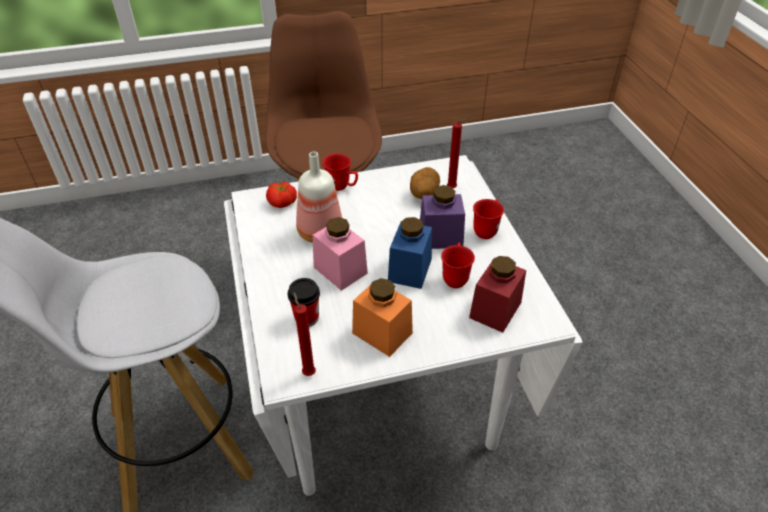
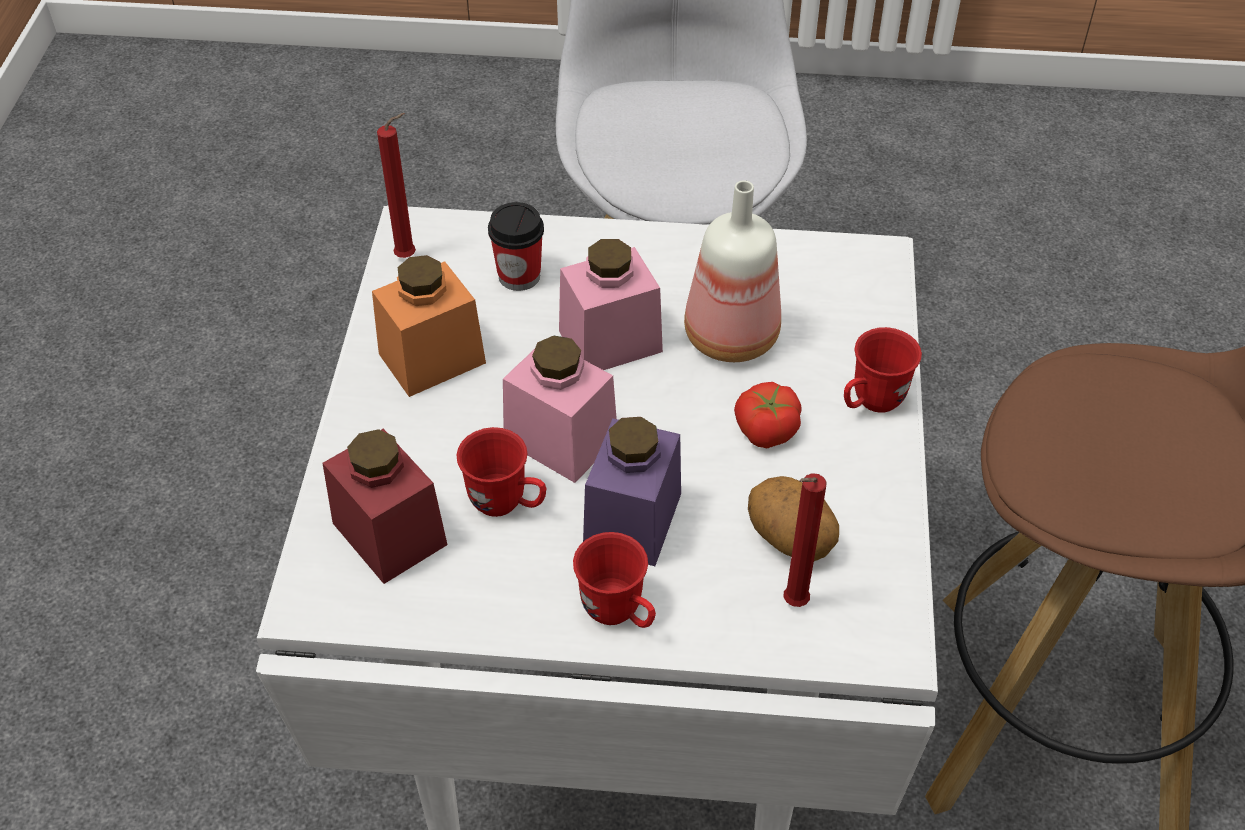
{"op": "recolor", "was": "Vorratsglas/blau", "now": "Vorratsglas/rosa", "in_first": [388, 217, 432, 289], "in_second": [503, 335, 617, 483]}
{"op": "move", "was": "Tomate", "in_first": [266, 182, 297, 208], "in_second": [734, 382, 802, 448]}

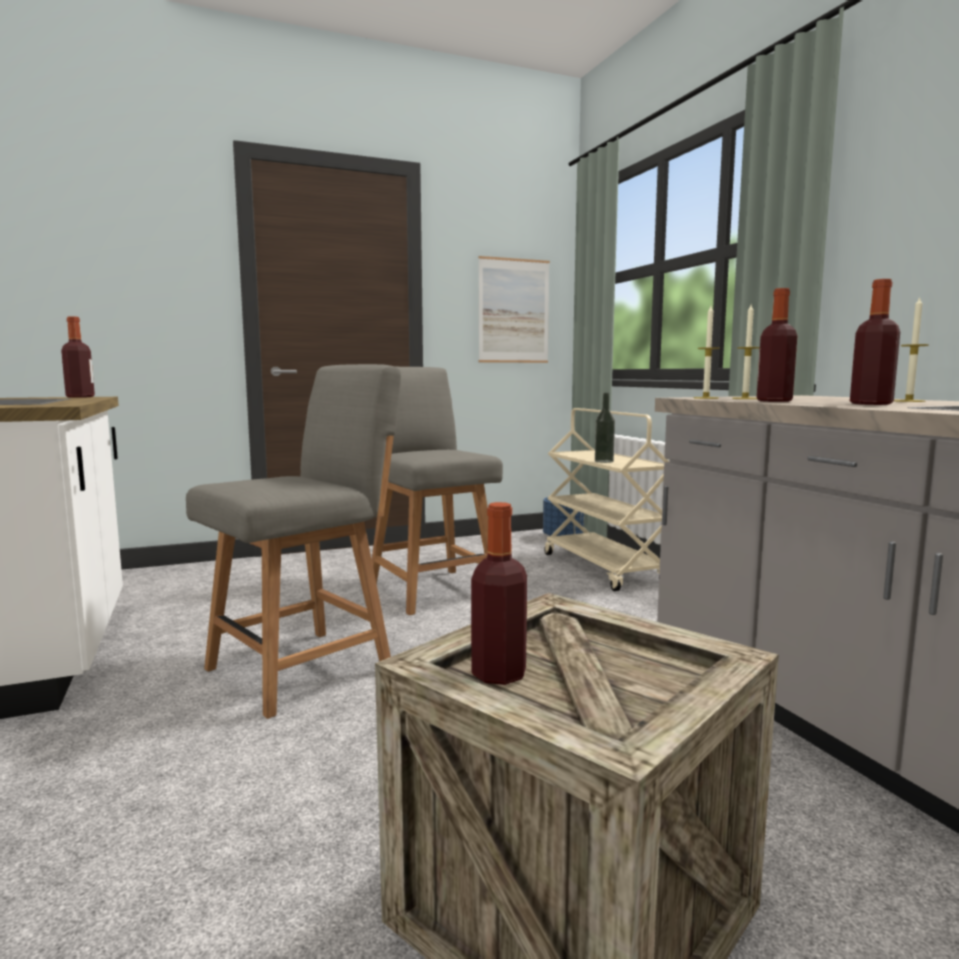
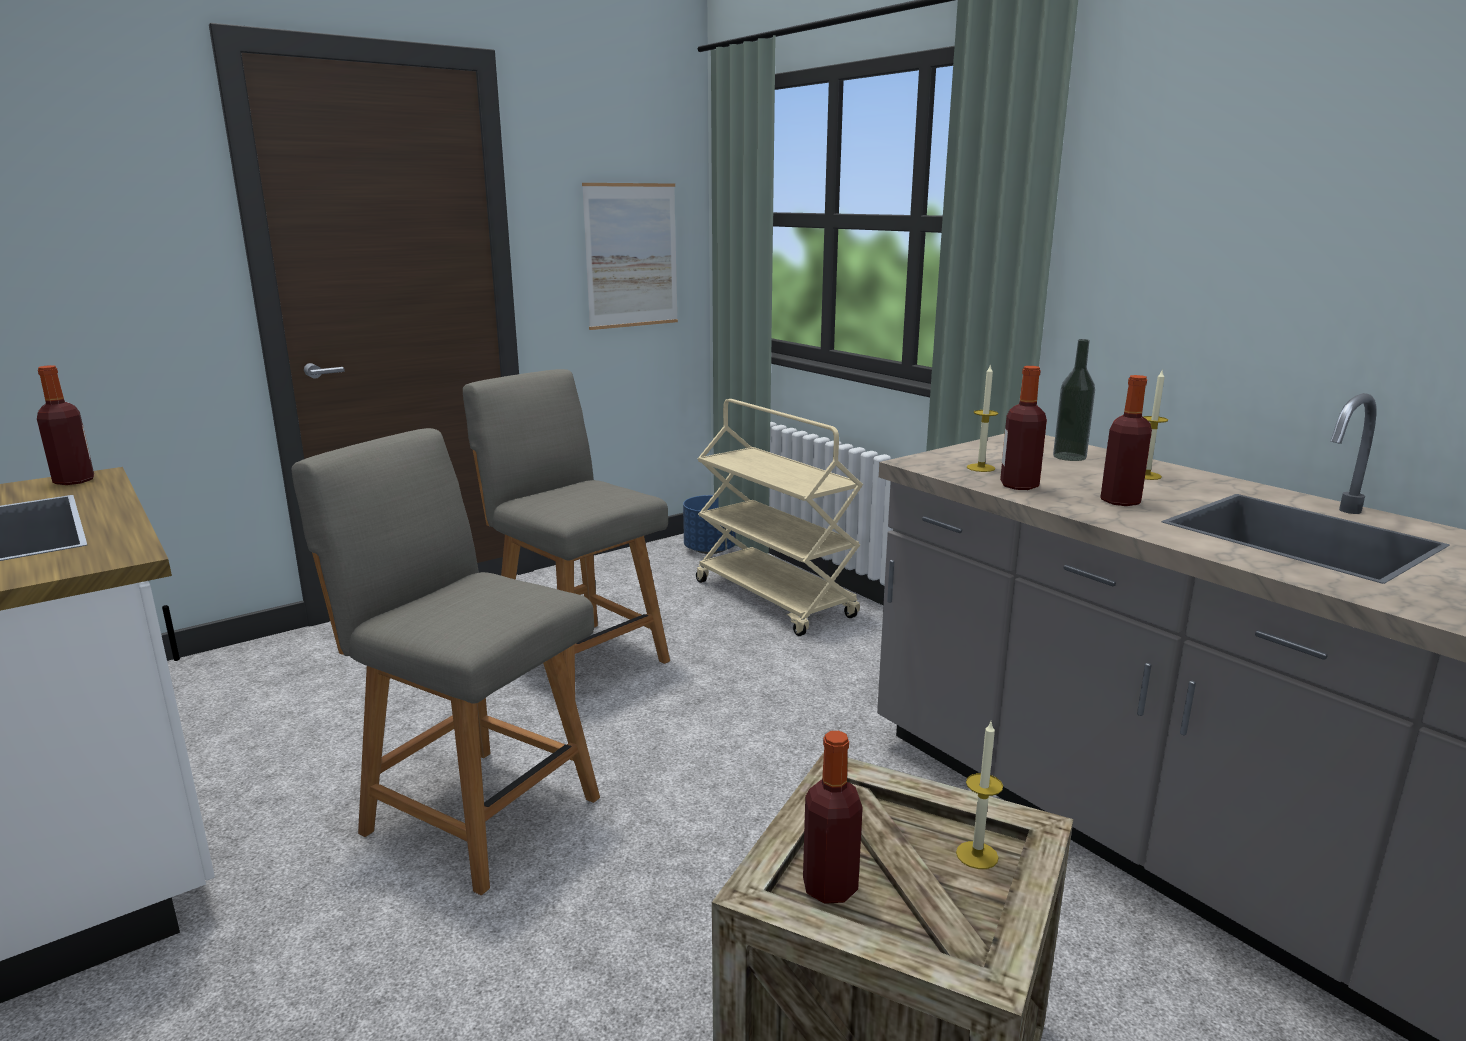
{"op": "rotate", "was": "Stuhl/grau", "in_first": [186, 364, 401, 719], "in_second": [292, 428, 600, 895], "clockwise": -90}
{"op": "move", "was": "Kerze", "in_first": [693, 306, 720, 399], "in_second": [956, 722, 1003, 869]}
{"op": "move", "was": "Flasche", "in_first": [595, 393, 615, 463], "in_second": [1053, 339, 1095, 461]}

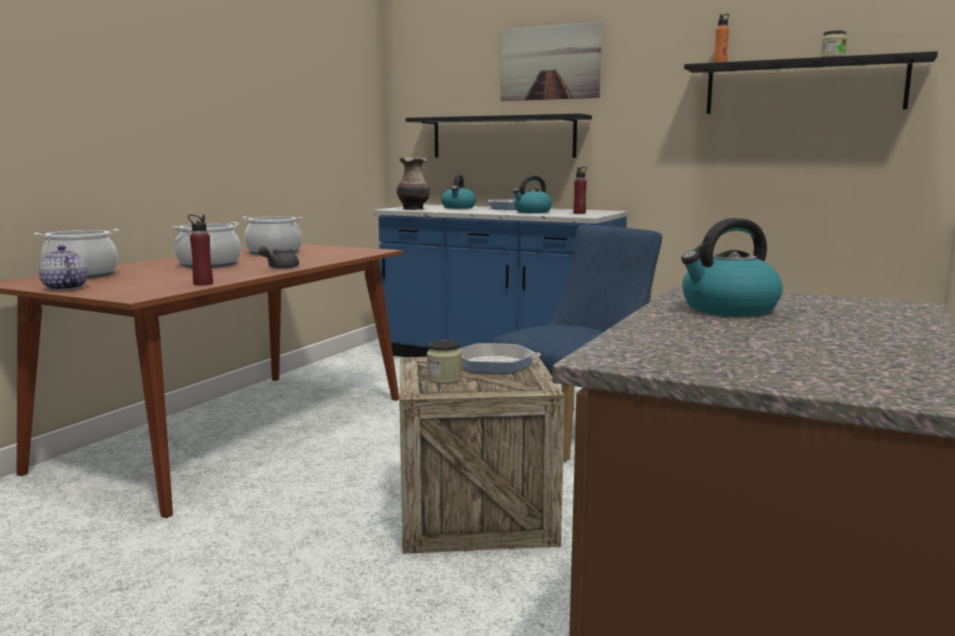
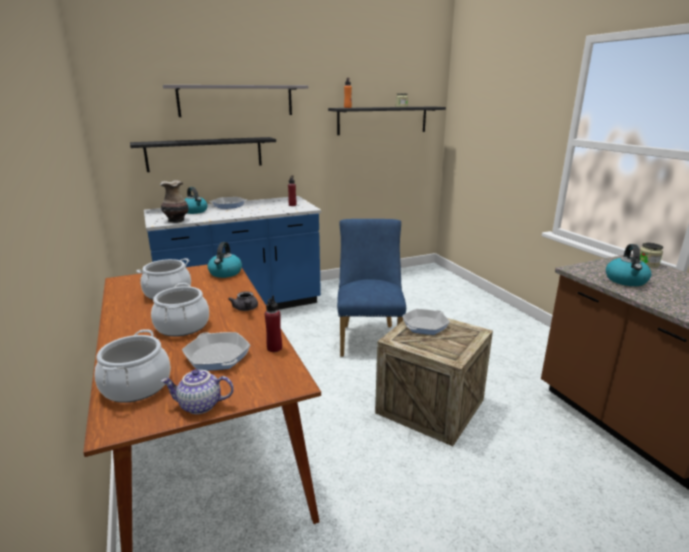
{"op": "replace", "was": "Bild", "now": "Wandregal/grau", "in_first": [501, 22, 602, 101], "in_second": [163, 85, 308, 117]}
{"op": "insert", "now": "Pfanne", "in_second": [182, 332, 250, 371]}
{"op": "move", "was": "Wasserkessel", "in_first": [513, 176, 552, 213], "in_second": [208, 242, 242, 278]}
{"op": "move", "was": "Vorratsglas", "in_first": [427, 340, 462, 384], "in_second": [640, 243, 663, 268]}

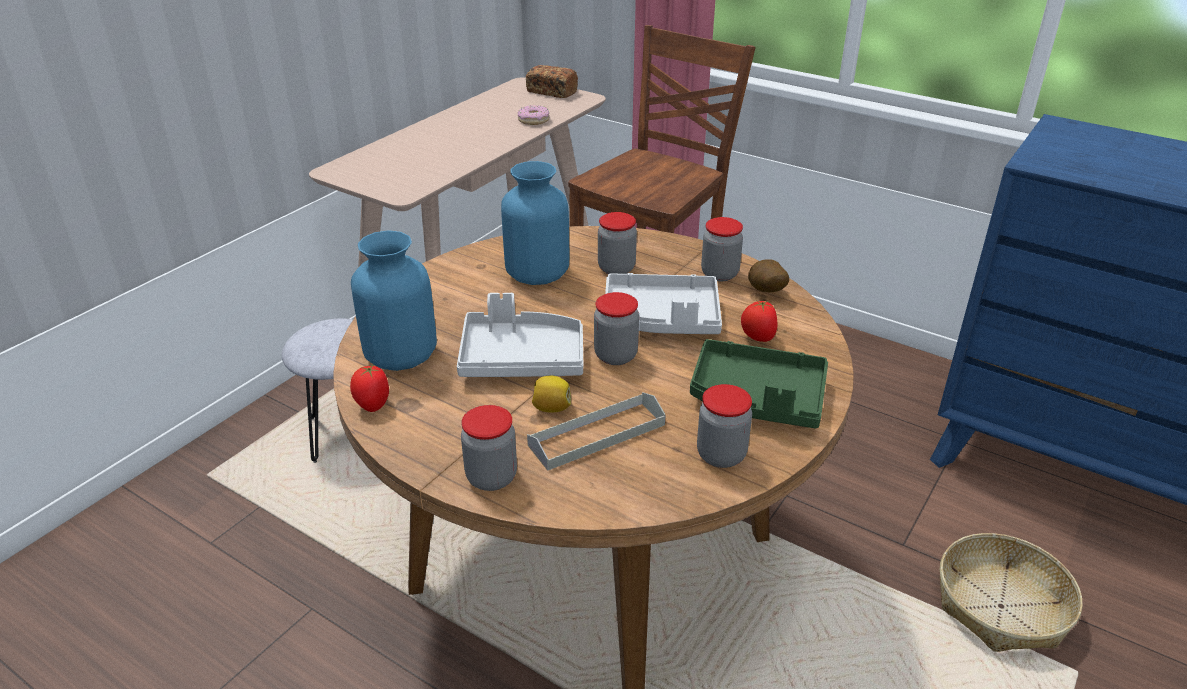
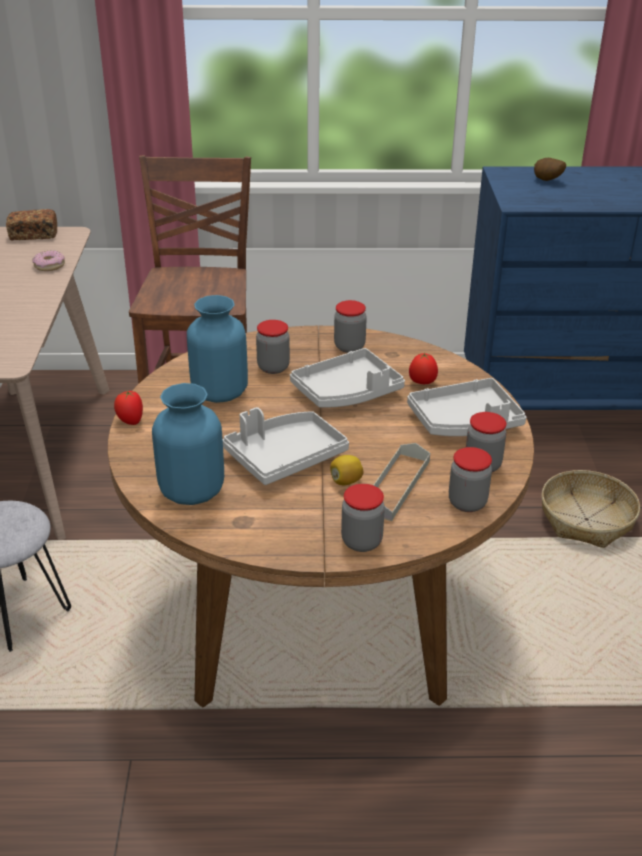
{"op": "move", "was": "Tomate", "in_first": [350, 364, 389, 412], "in_second": [114, 390, 143, 425]}
{"op": "recolor", "was": "Tablett/grün", "now": "Tablett/grau", "in_first": [690, 339, 828, 429], "in_second": [407, 378, 526, 436]}
{"op": "move", "was": "Vorratsglas", "in_first": [594, 292, 639, 365], "in_second": [449, 447, 492, 512]}
{"op": "move", "was": "Kartoffel", "in_first": [748, 259, 789, 292], "in_second": [534, 158, 566, 181]}

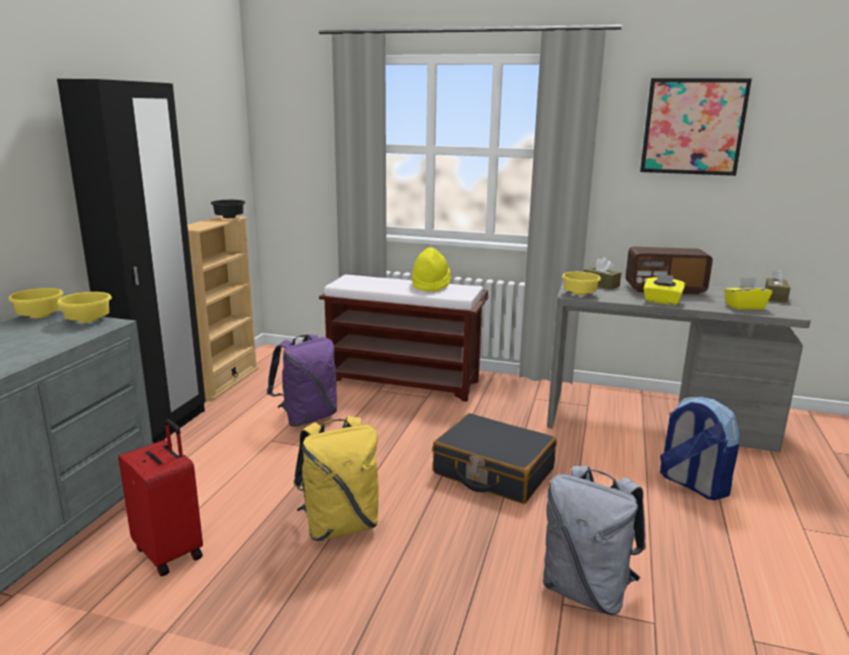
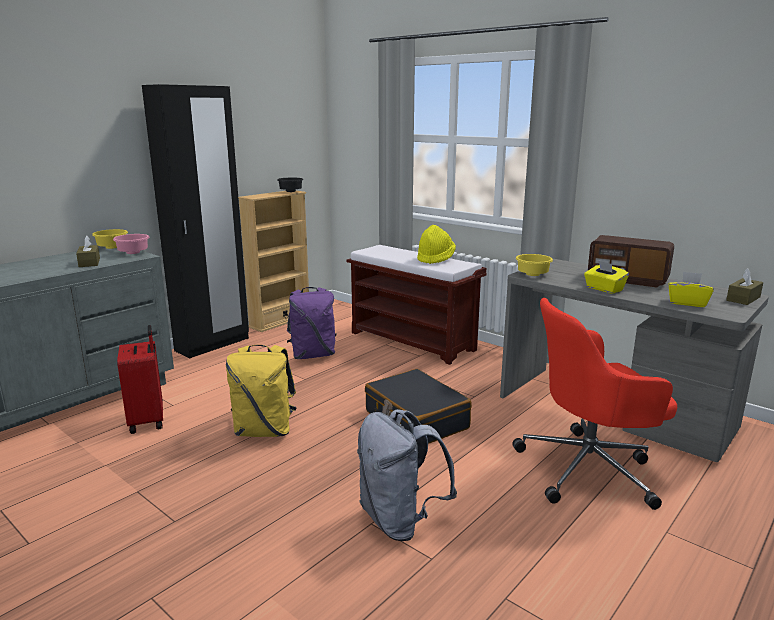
{"op": "move", "was": "Taschentuchbox/braun", "in_first": [583, 257, 621, 290], "in_second": [76, 235, 100, 267]}
{"op": "recolor", "was": "Schüssel/gelb", "now": "Schüssel/rosa", "in_first": [57, 292, 112, 323], "in_second": [113, 234, 149, 254]}
{"op": "replace", "was": "Rucksack", "now": "Bürostuhl/rot", "in_first": [660, 397, 740, 500], "in_second": [512, 298, 677, 510]}
{"op": "delete", "was": "Bild", "in_first": [640, 78, 752, 176]}

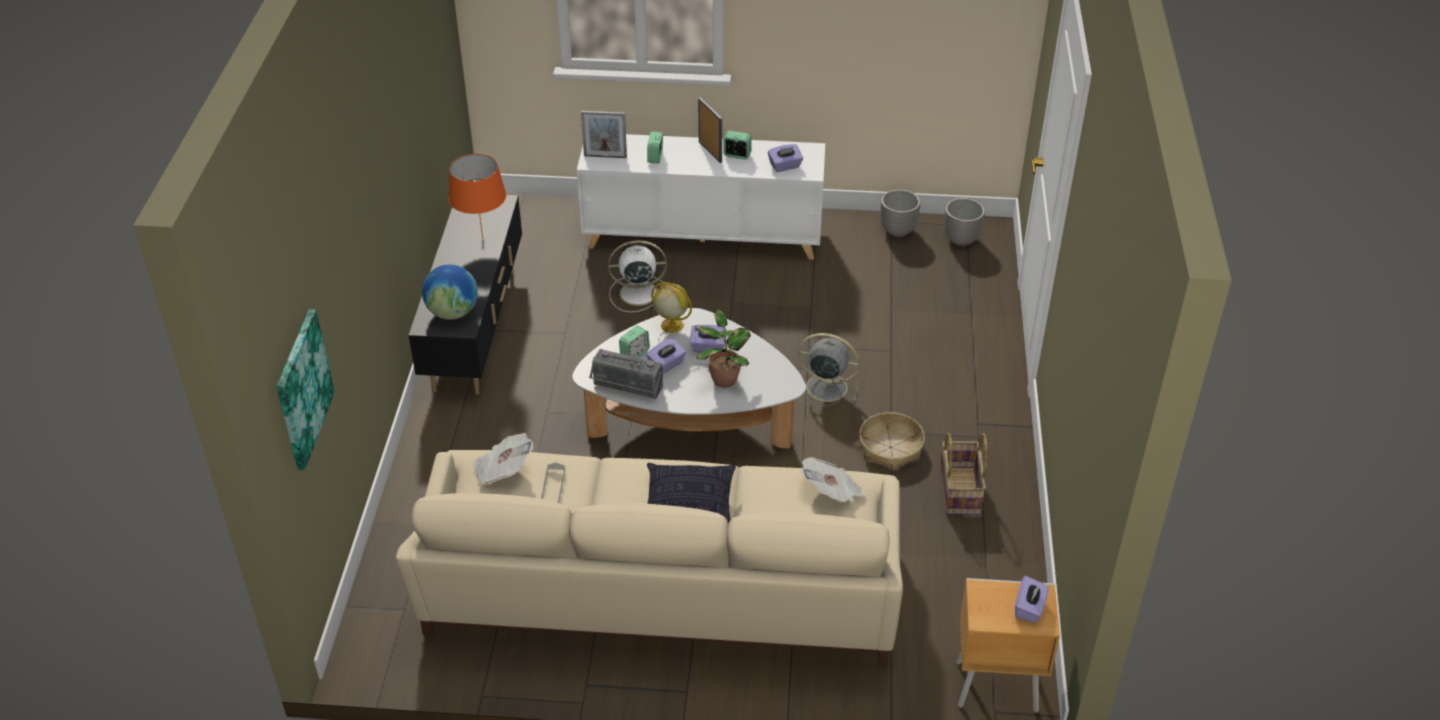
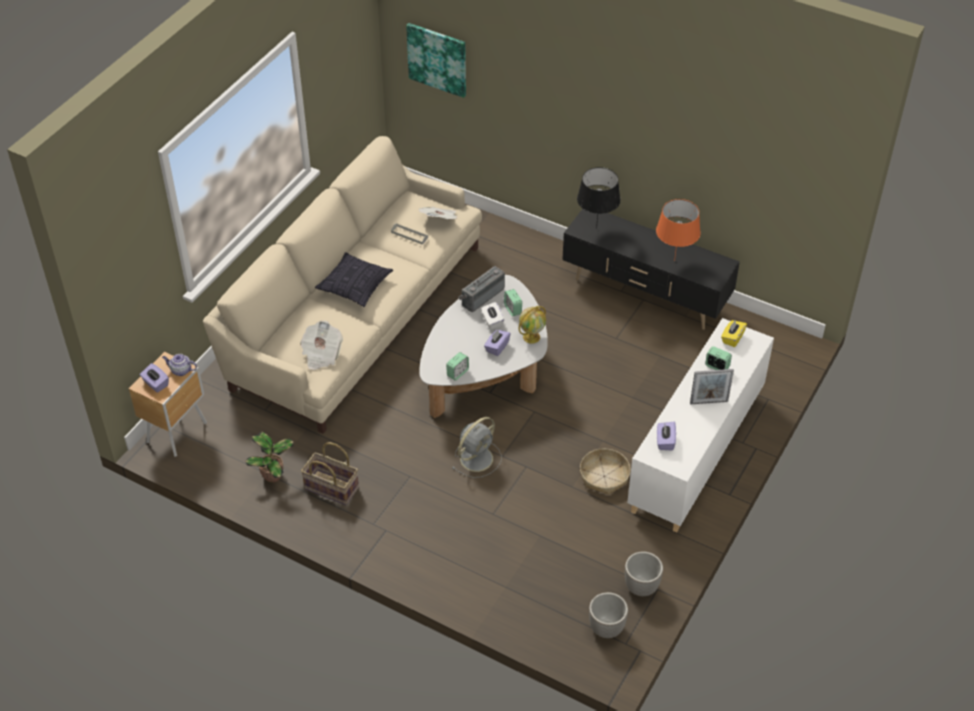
{"op": "insert", "now": "Teekanne", "in_second": [162, 354, 197, 376]}
{"op": "move", "was": "Topfpflanze", "in_first": [695, 310, 751, 388], "in_second": [245, 432, 294, 483]}
{"op": "move", "was": "Wecker", "in_first": [723, 131, 752, 159], "in_second": [446, 352, 469, 381]}
{"op": "recolor", "was": "Taschentuchbox/lila", "now": "Taschentuchbox/weiß", "in_first": [646, 338, 686, 374], "in_second": [481, 302, 504, 330]}
{"op": "replace", "was": "Globus", "now": "Tischlampe/schwarz", "in_first": [422, 265, 478, 320], "in_second": [577, 167, 620, 229]}
{"op": "move", "was": "Korb", "in_first": [859, 412, 925, 469], "in_second": [580, 448, 631, 495]}
{"op": "replace", "was": "Bilderrahmen", "now": "Taschentuchbox/gelb", "in_first": [581, 111, 627, 158], "in_second": [721, 320, 747, 347]}
{"op": "delete", "was": "Ventilator/weiß", "in_first": [608, 240, 667, 312]}

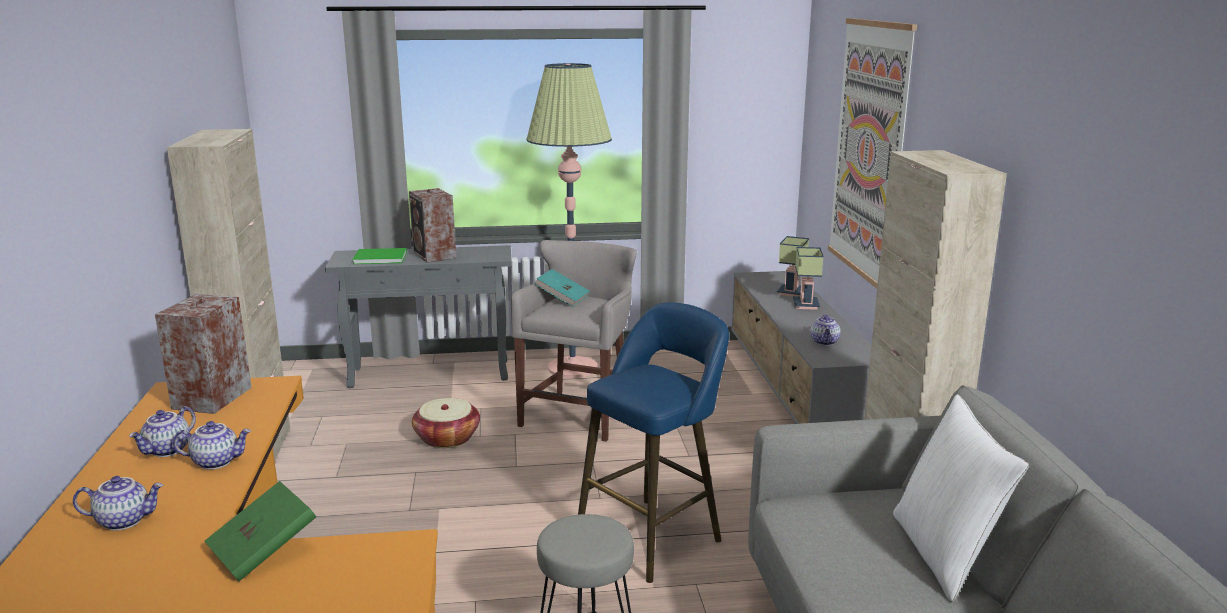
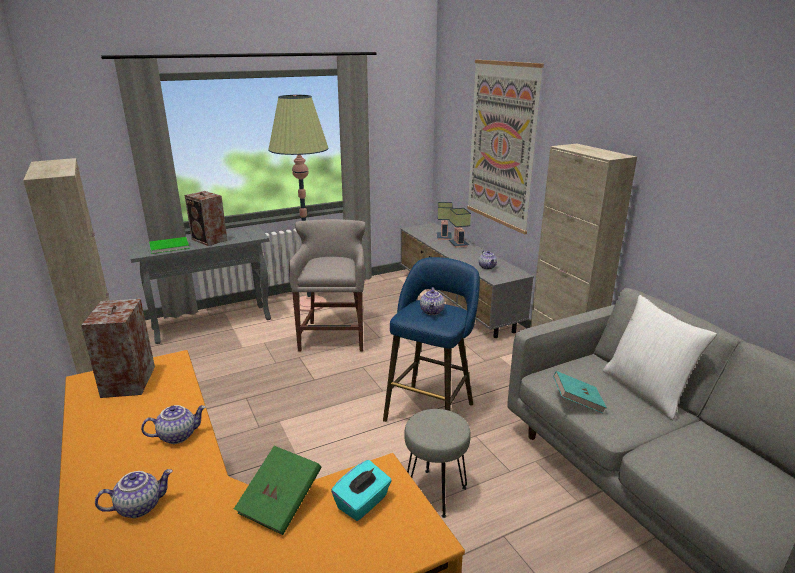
{"op": "insert", "now": "Taschentuchbox/türkis", "in_second": [331, 460, 392, 521]}
{"op": "move", "was": "Teekanne", "in_first": [129, 406, 196, 457], "in_second": [420, 287, 445, 315]}
{"op": "move", "was": "Buch/türkis", "in_first": [534, 269, 590, 307], "in_second": [553, 371, 607, 413]}
{"op": "delete", "was": "Korb", "in_first": [412, 398, 480, 448]}

